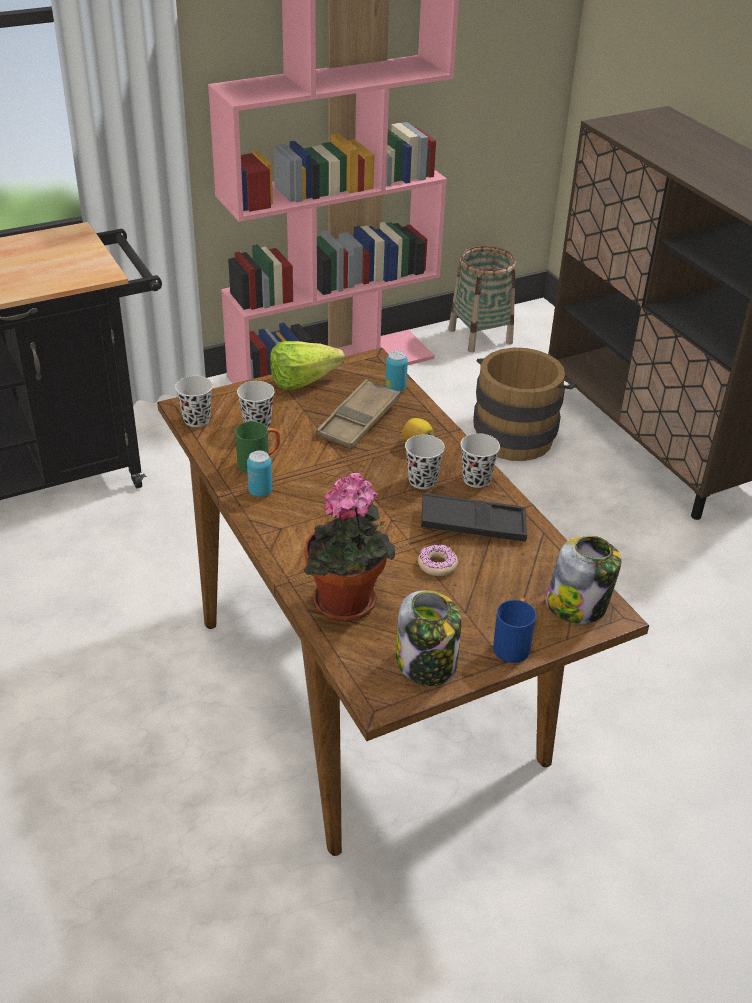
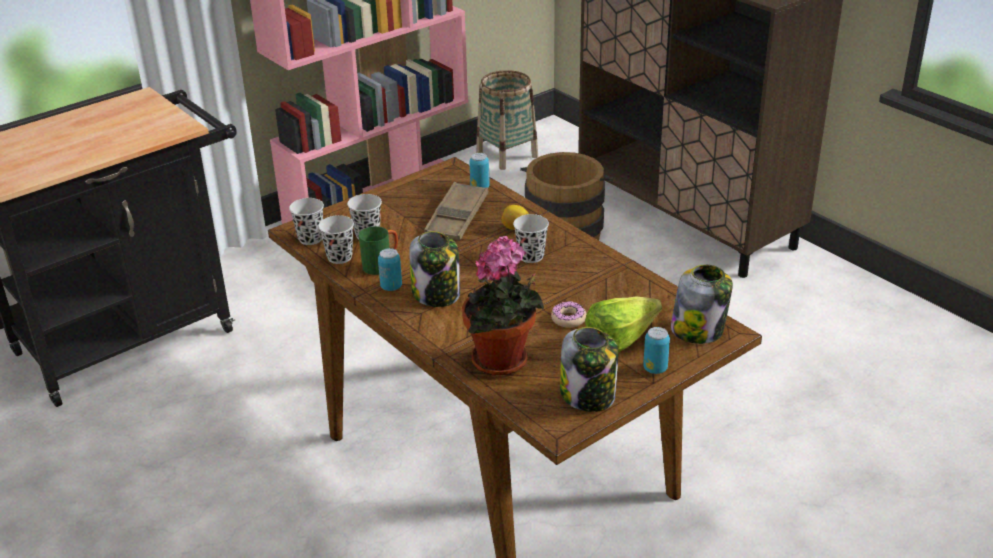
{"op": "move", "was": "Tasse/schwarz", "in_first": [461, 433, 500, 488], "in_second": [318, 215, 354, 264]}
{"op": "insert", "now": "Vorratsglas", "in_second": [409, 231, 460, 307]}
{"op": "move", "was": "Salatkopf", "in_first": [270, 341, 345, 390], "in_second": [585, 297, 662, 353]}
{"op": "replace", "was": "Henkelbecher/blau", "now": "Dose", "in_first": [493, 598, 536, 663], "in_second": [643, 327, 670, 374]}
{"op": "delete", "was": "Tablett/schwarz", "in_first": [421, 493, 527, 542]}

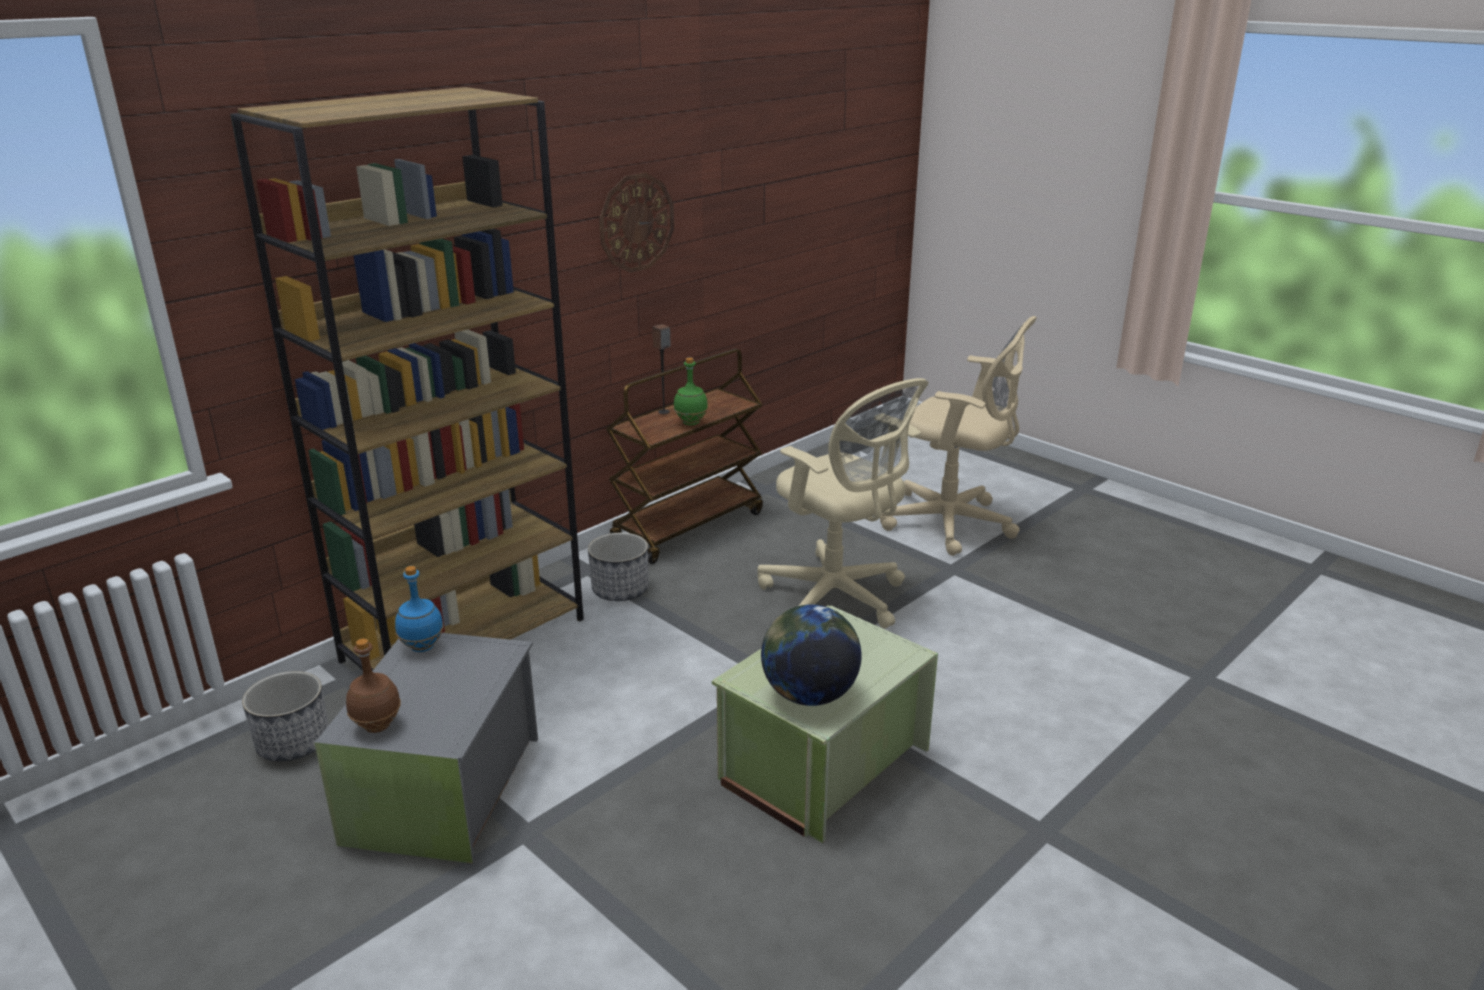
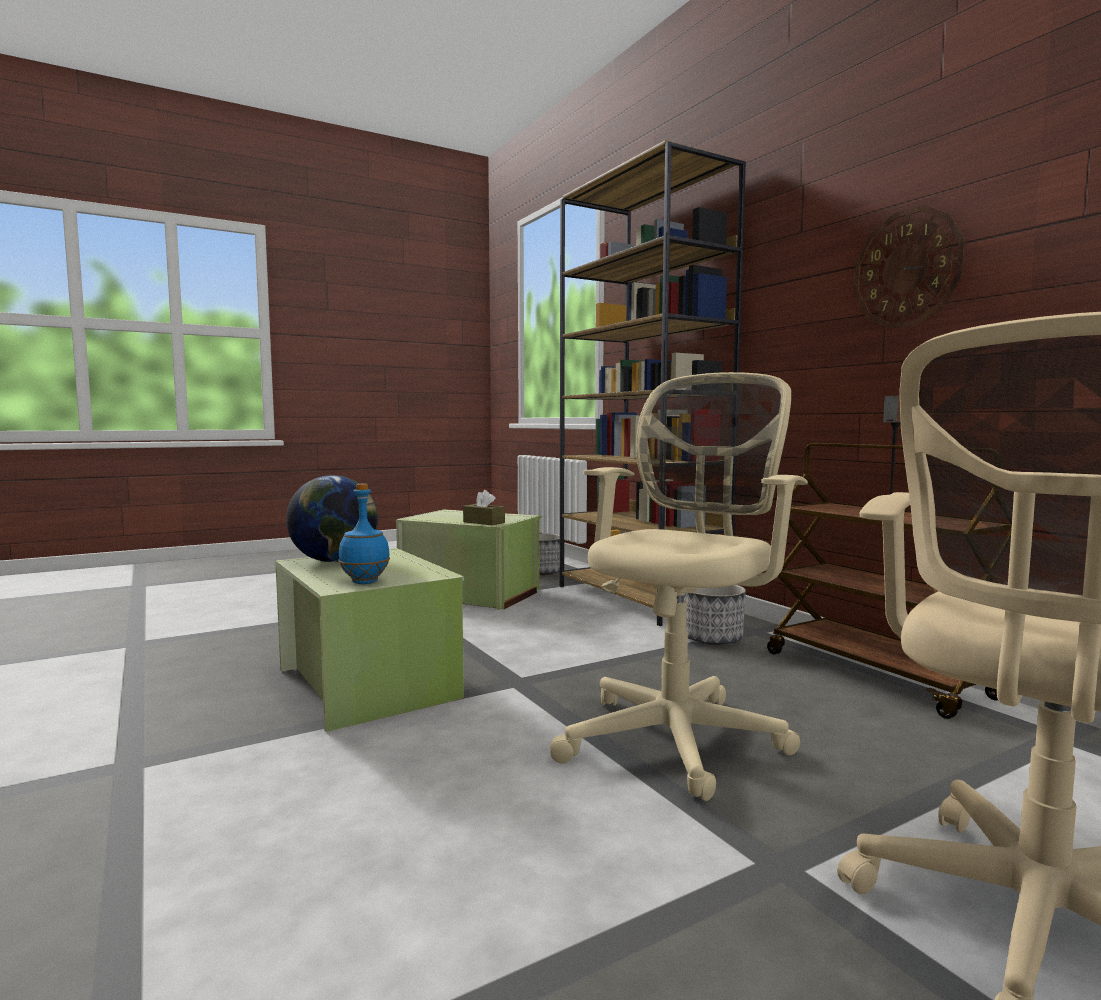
{"op": "move", "was": "Flasche/blau", "in_first": [395, 566, 444, 652], "in_second": [338, 484, 390, 584]}
{"op": "recolor", "was": "Aufbewahrungsbox/grau", "now": "Aufbewahrungsbox/grün", "in_first": [314, 633, 538, 864], "in_second": [396, 509, 541, 610]}
{"op": "insert", "now": "Taschentuchbox/braun", "in_second": [463, 490, 505, 525]}
{"op": "rotate", "was": "Bürostuhl/beige", "in_first": [758, 378, 928, 629], "in_second": [550, 372, 808, 801], "clockwise": 150}
{"op": "delete", "was": "Flasche/braun", "in_first": [346, 638, 401, 733]}
{"op": "delete", "was": "Flasche/grün", "in_first": [674, 357, 708, 425]}

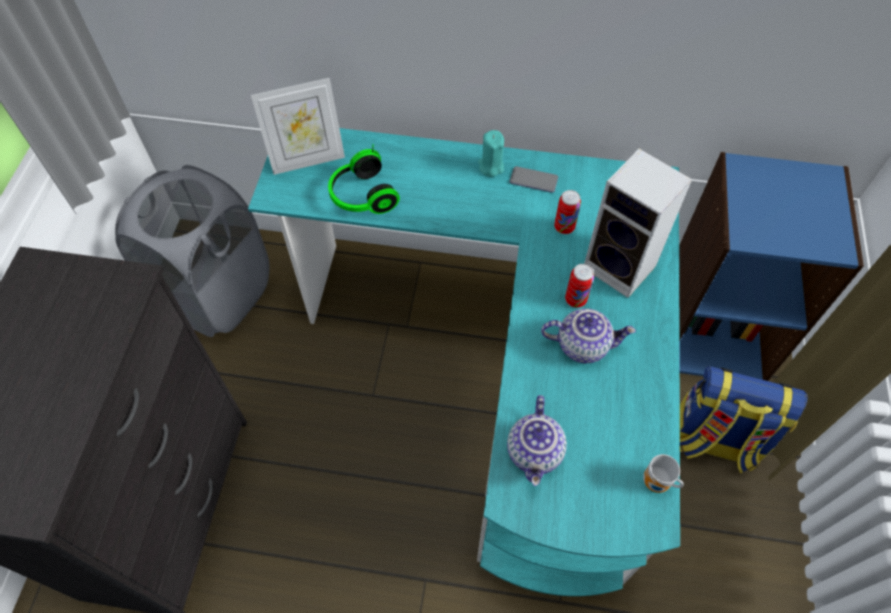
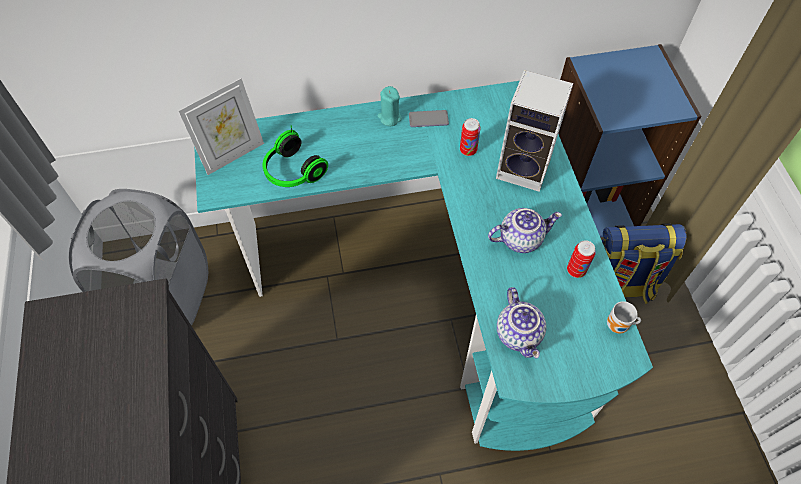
{"op": "move", "was": "Dose", "in_first": [565, 264, 594, 308], "in_second": [567, 240, 596, 278]}

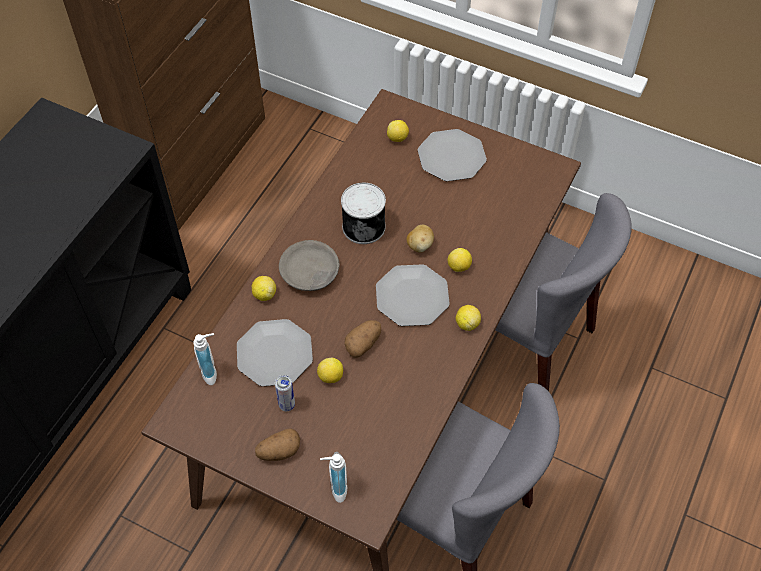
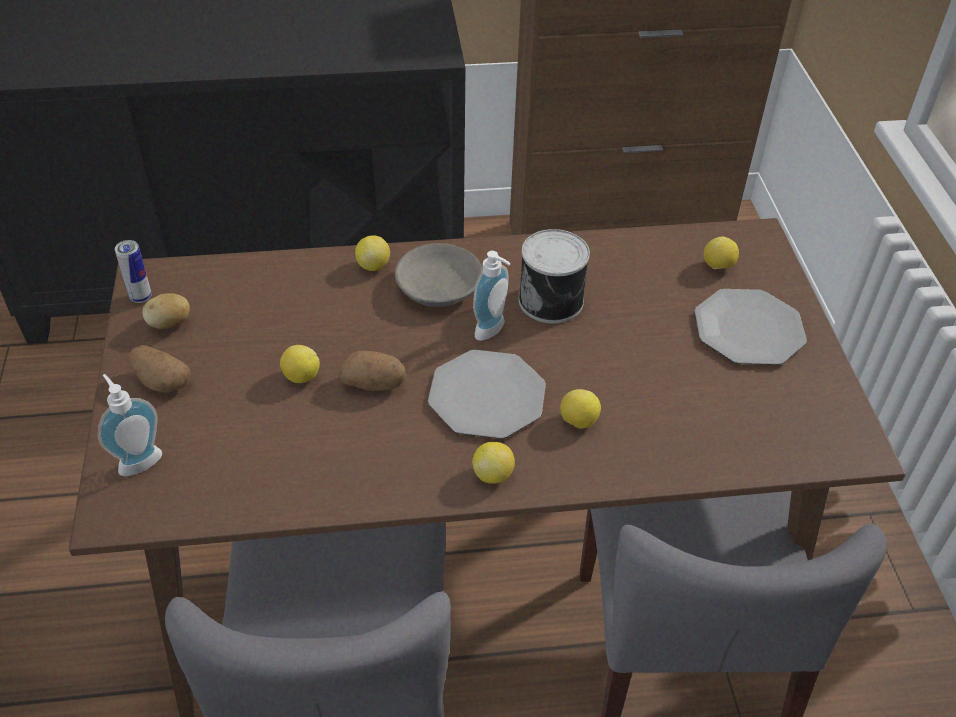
{"op": "move", "was": "Dose", "in_first": [275, 375, 295, 411], "in_second": [115, 240, 152, 303]}
{"op": "move", "was": "Kartoffel", "in_first": [407, 225, 434, 253], "in_second": [142, 293, 190, 329]}
{"op": "move", "was": "Seifenspender", "in_first": [193, 333, 217, 385], "in_second": [473, 251, 511, 341]}
{"op": "delete", "was": "Teller", "in_first": [237, 319, 313, 387]}

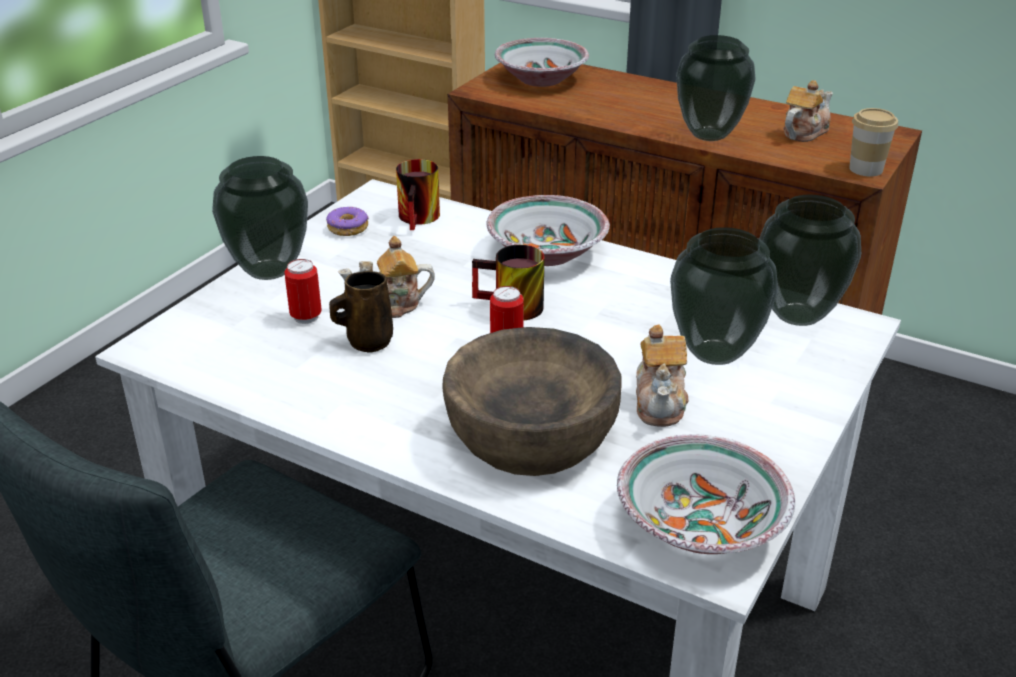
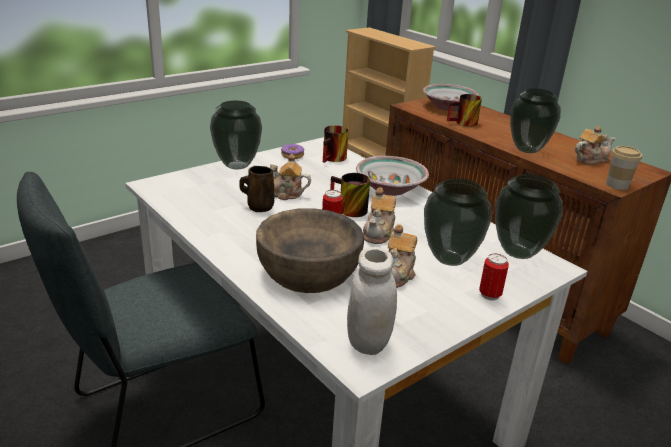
{"op": "replace", "was": "Schüssel", "now": "Vorratsglas/weiß", "in_first": [617, 434, 795, 554], "in_second": [347, 247, 397, 355]}
{"op": "insert", "now": "Teekanne", "in_second": [363, 187, 396, 244]}
{"op": "insert", "now": "Henkelbecher", "in_second": [447, 94, 482, 126]}
{"op": "move", "was": "Dose", "in_first": [285, 259, 322, 324], "in_second": [479, 254, 509, 301]}

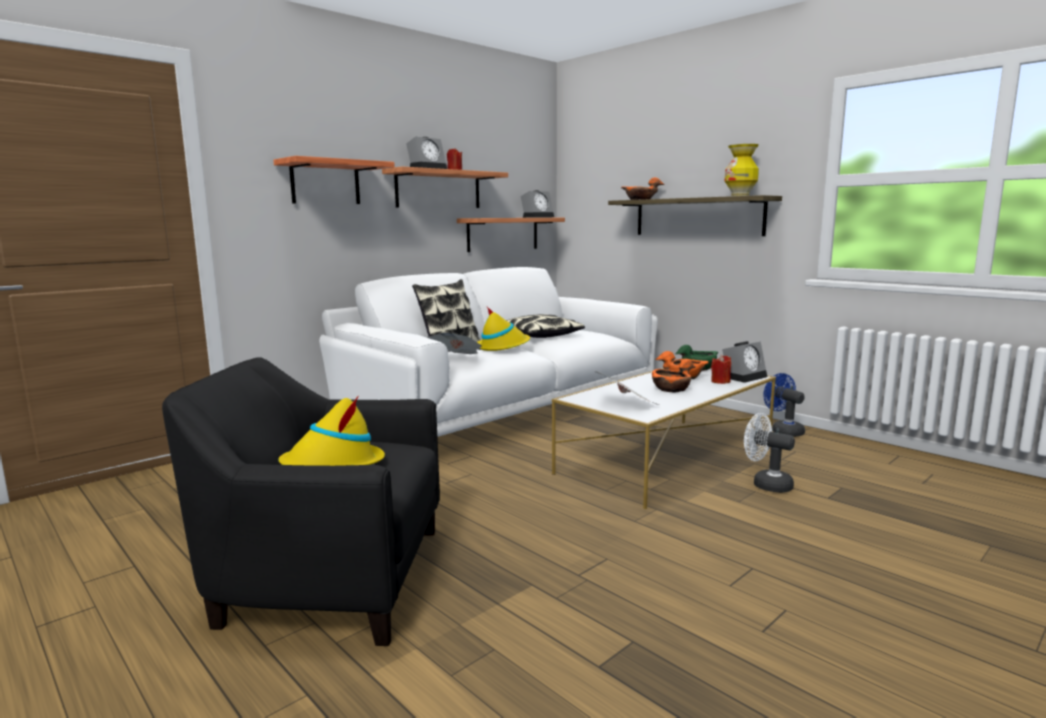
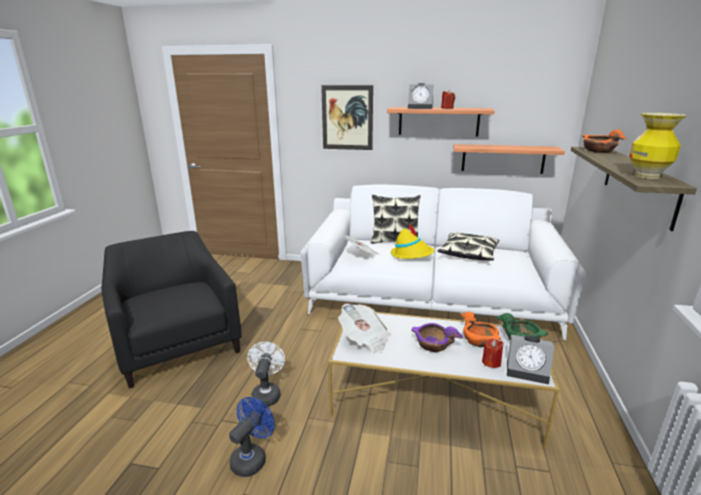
{"op": "move", "was": "Ventilator/blau", "in_first": [763, 373, 805, 437], "in_second": [229, 397, 275, 477]}
{"op": "move", "was": "Ventilator/weiß", "in_first": [744, 413, 795, 493], "in_second": [247, 342, 285, 407]}
{"op": "replace", "was": "Wandregal", "now": "Bild", "in_first": [273, 156, 395, 204], "in_second": [321, 85, 373, 150]}
{"op": "recolor", "was": "Schüssel/orange", "now": "Schüssel/lila", "in_first": [652, 359, 696, 393], "in_second": [411, 323, 463, 352]}
{"op": "delete", "was": "Hut/gelb", "in_first": [278, 395, 385, 466]}
{"op": "delete", "was": "Wecker", "in_first": [521, 190, 554, 218]}

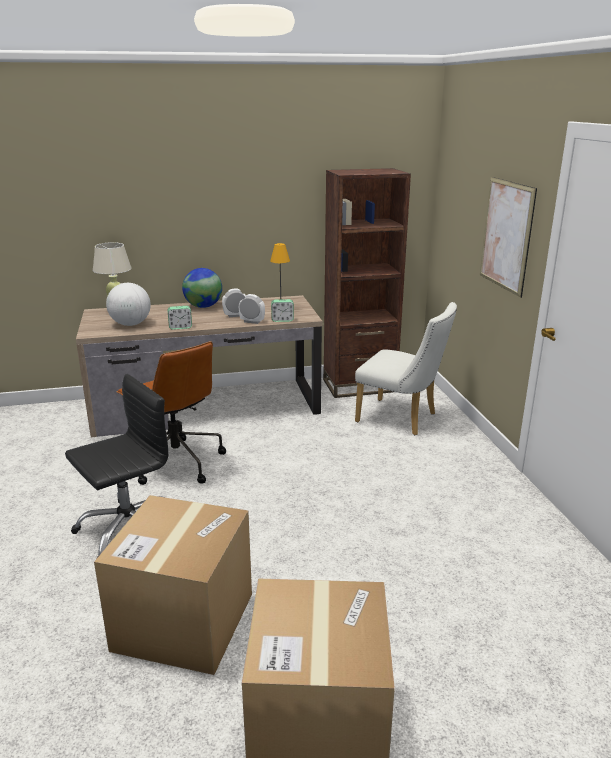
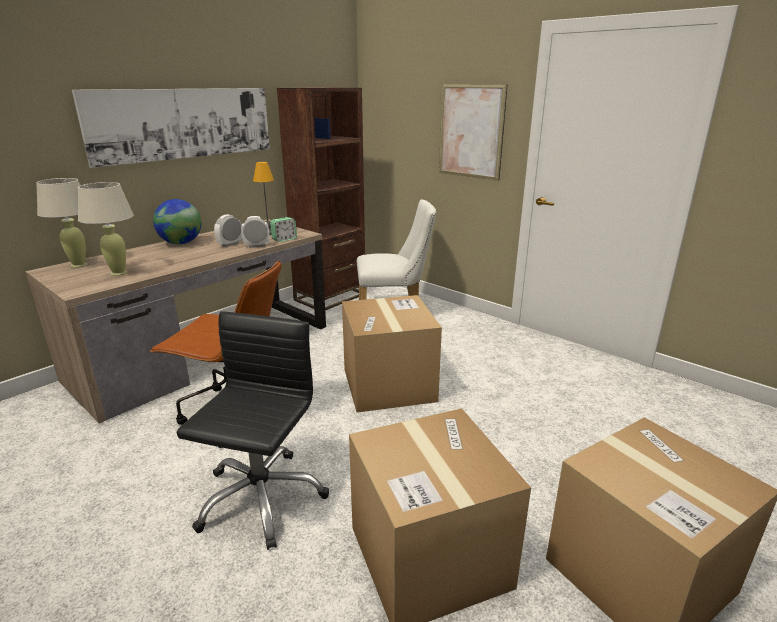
{"op": "insert", "now": "Bild", "in_second": [72, 88, 270, 168]}
{"op": "replace", "was": "Globus", "now": "Tischlampe/beige", "in_first": [106, 283, 151, 326], "in_second": [78, 182, 134, 276]}
{"op": "insert", "now": "Karton", "in_second": [342, 295, 442, 413]}
{"op": "delete", "was": "Wecker", "in_first": [168, 306, 192, 330]}

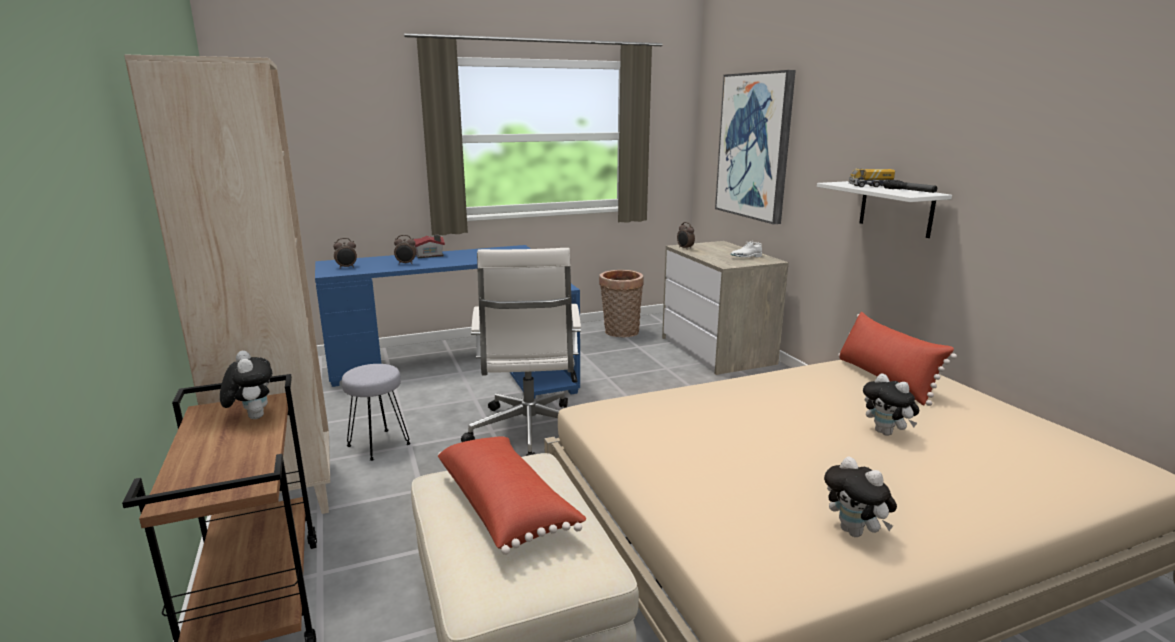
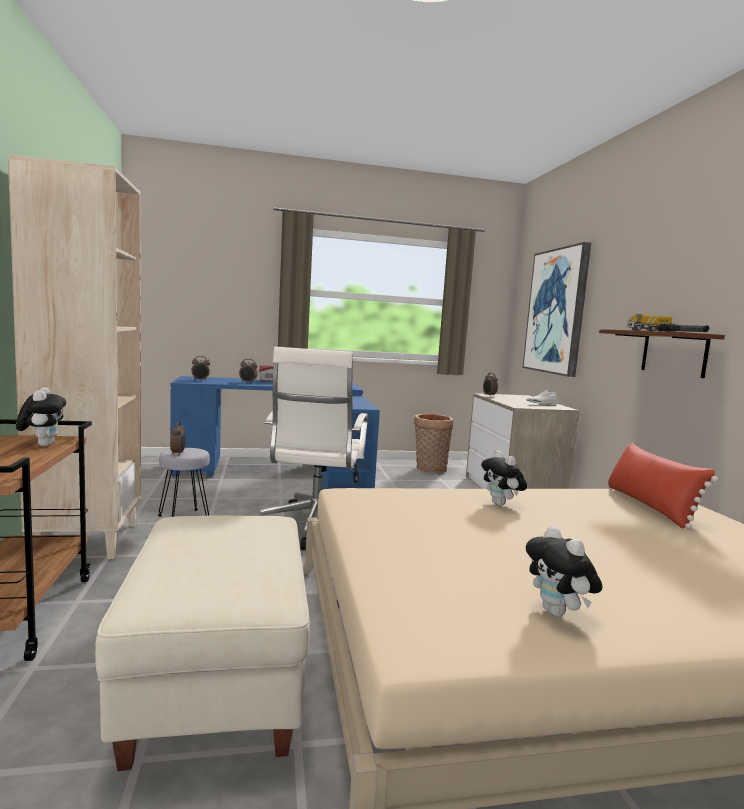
{"op": "insert", "now": "Wecker", "in_second": [170, 422, 186, 456]}
{"op": "move", "was": "Plüschtier", "in_first": [863, 373, 919, 436], "in_second": [481, 451, 527, 506]}
{"op": "recolor", "was": "Wandregal/weiß", "now": "Wandregal/braun", "in_first": [817, 181, 952, 238], "in_second": [599, 329, 725, 378]}
{"op": "delete", "was": "Kissen/rot", "in_first": [438, 436, 586, 555]}

